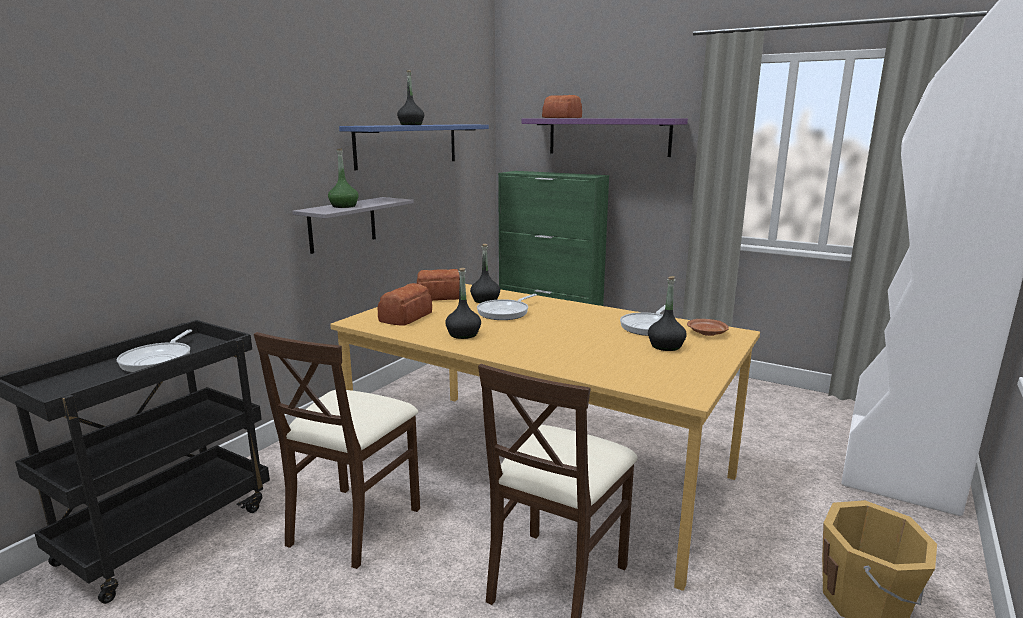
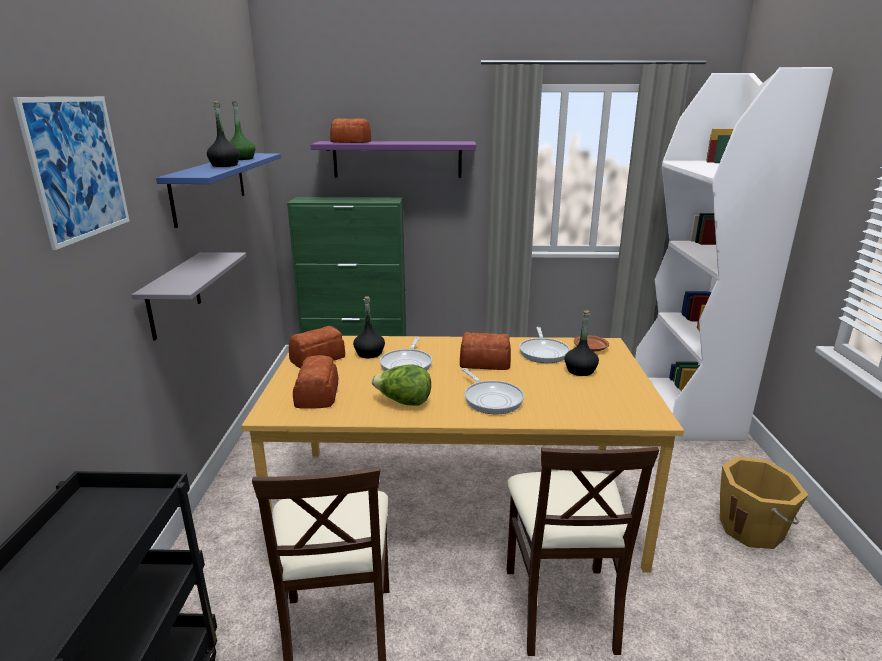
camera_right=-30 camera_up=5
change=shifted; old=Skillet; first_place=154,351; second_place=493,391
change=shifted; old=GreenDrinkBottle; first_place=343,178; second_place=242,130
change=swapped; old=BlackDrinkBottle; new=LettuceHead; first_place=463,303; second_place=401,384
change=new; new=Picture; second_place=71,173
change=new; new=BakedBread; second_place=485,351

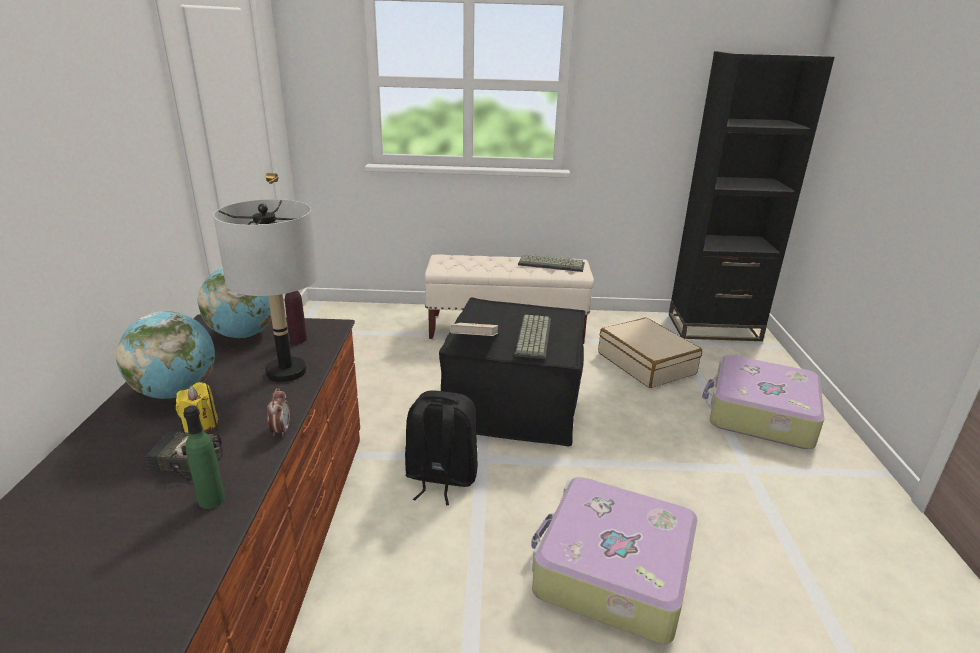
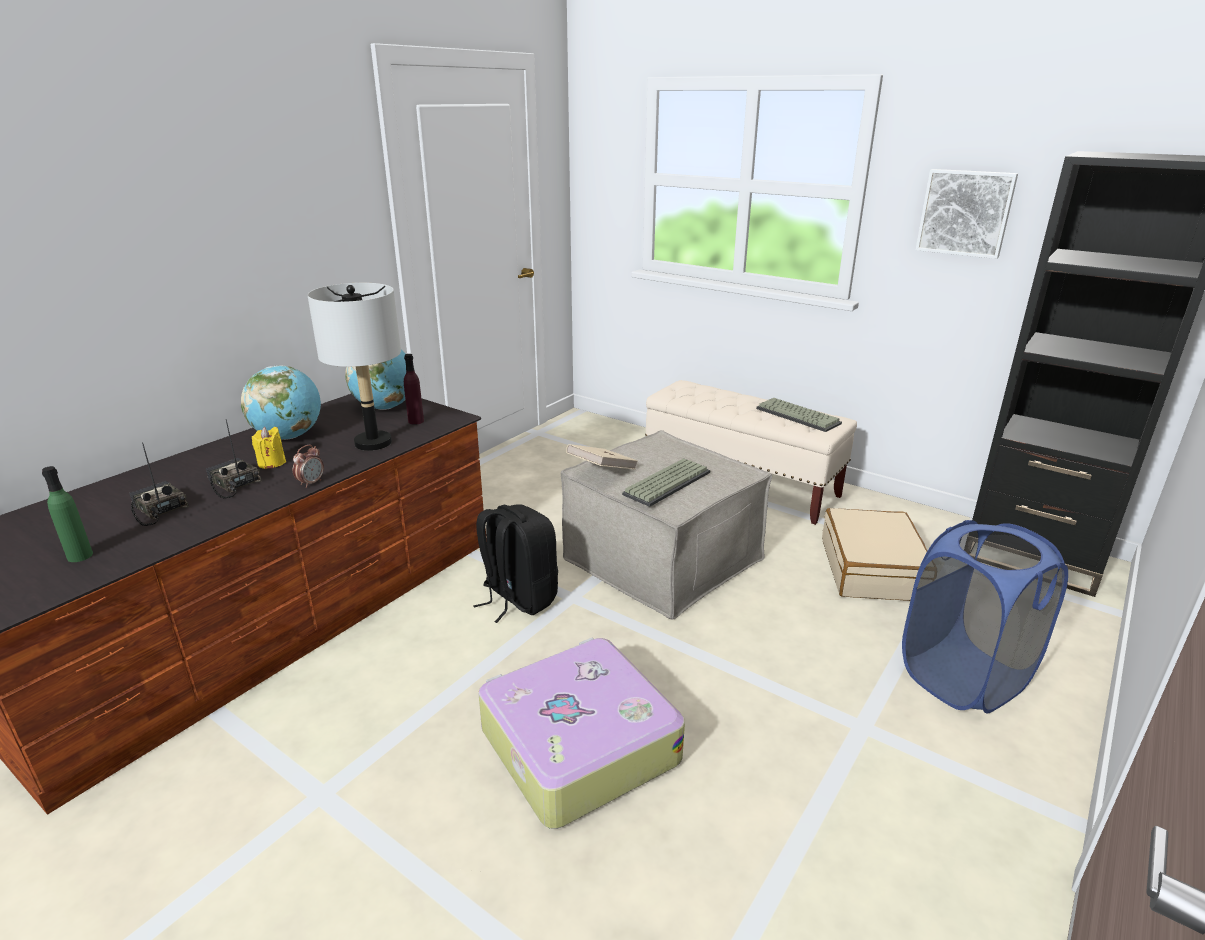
camera_right=35 camera_up=0
change=shifted; old=GreenDrinkBottle; first_place=204,457; second_place=67,514
change=repainted; old=BlackPouffe; new=BeigeColouredPouffe; first_place=512,371; second_place=666,524
change=swapped; old=PieceOfLuggage; new=BlueWashingBasket; first_place=763,402; second_place=985,617
change=new; new=RadioReceiver; second_place=159,484
change=new; new=Picture; second_place=966,214

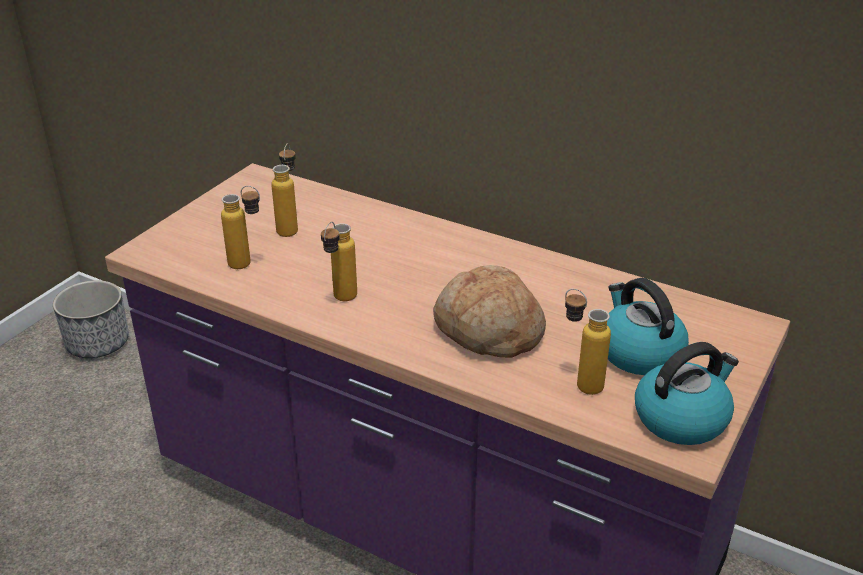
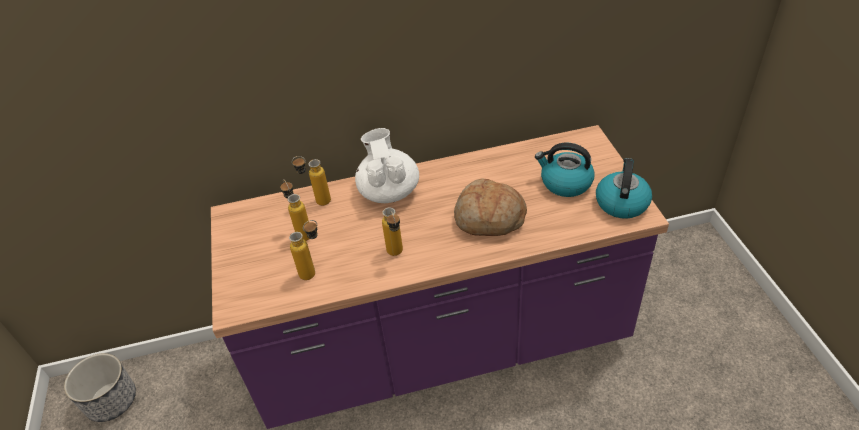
camera_right=-40 camera_up=10
change=shifted; old=DrinkBottle; first_place=588,341; second_place=311,181
change=new; new=WhitePotForTea; second_place=387,165

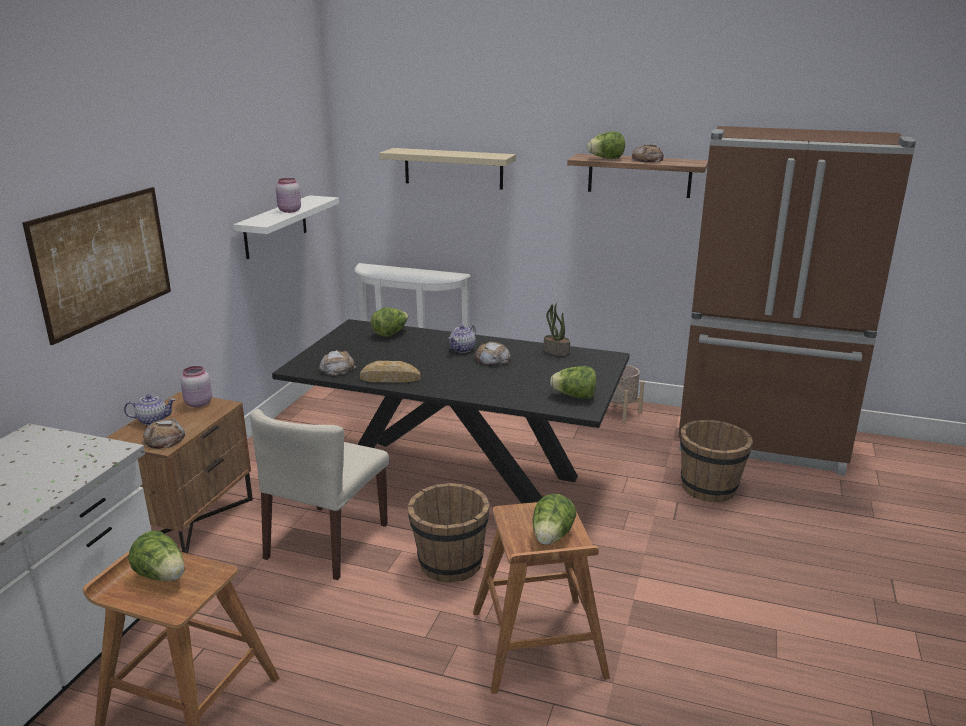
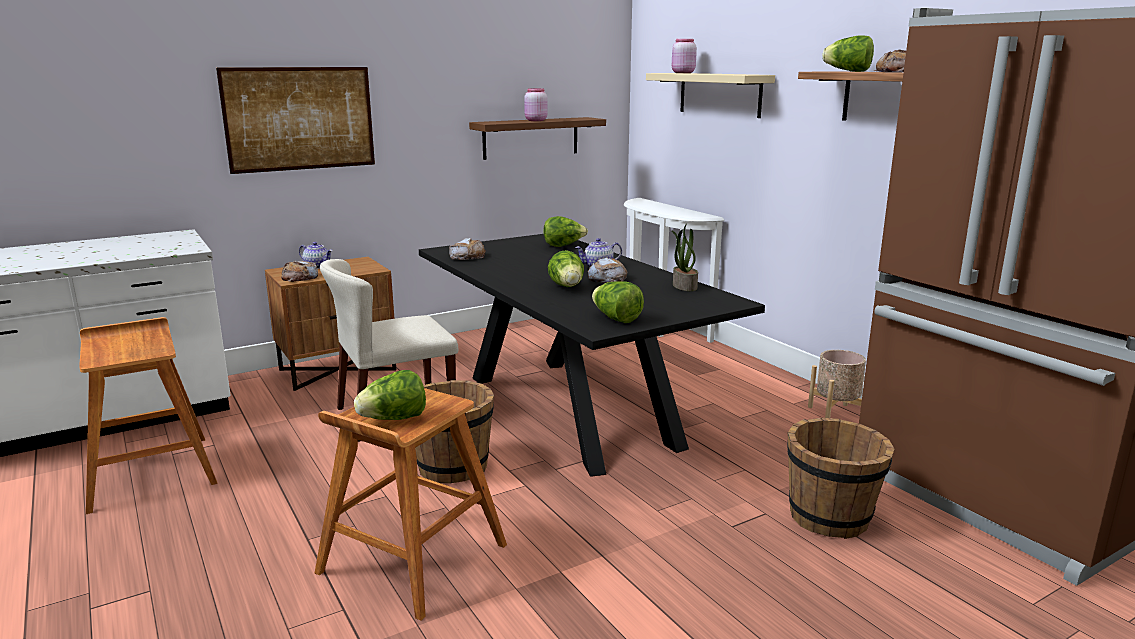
camera_right=40 camera_up=-5
change=shifted; old=LettuceHead; first_place=156,555; second_place=566,268
change=shifted; old=PinkStorageJar; first_place=196,386; second_place=684,56
change=repainted; old=WhiteBracketShelf; new=BrownishBracketShelf; first_place=286,227; second_place=537,138
change=gone; old=BakedBread; first_place=390,372

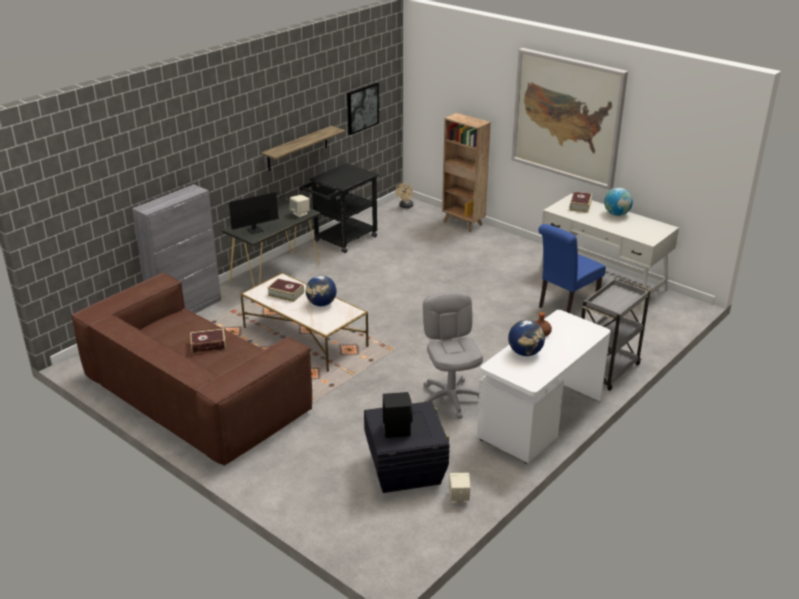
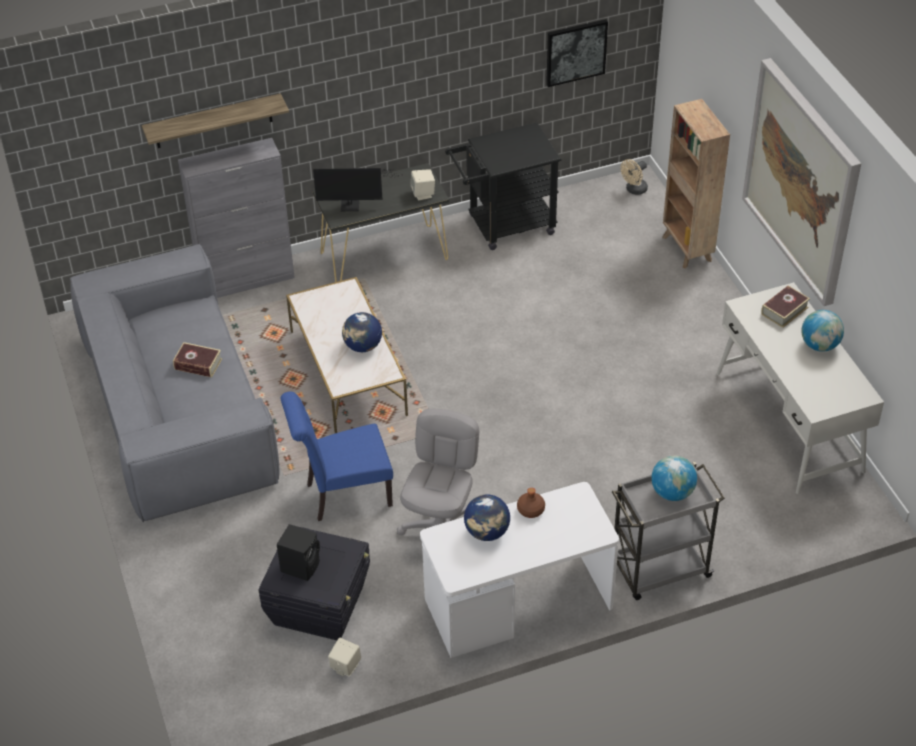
camera_right=30 camera_up=15
change=repainted; old=BrownishCouch; new=GrayCouch; first_place=191,369; second_place=174,383
change=shifted; old=BracketShelf; first_place=303,148; second_place=215,120
change=gone; old=Volume; first_place=285,290
change=shifted; old=BlueUprightChair; first_place=572,268; second_place=336,456
change=new; new=WorldGlobe; second_place=674,478

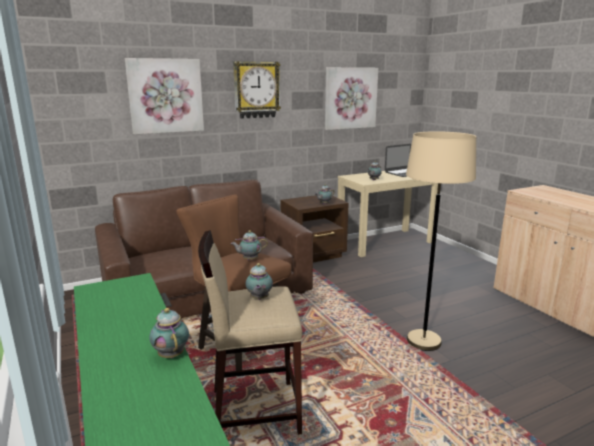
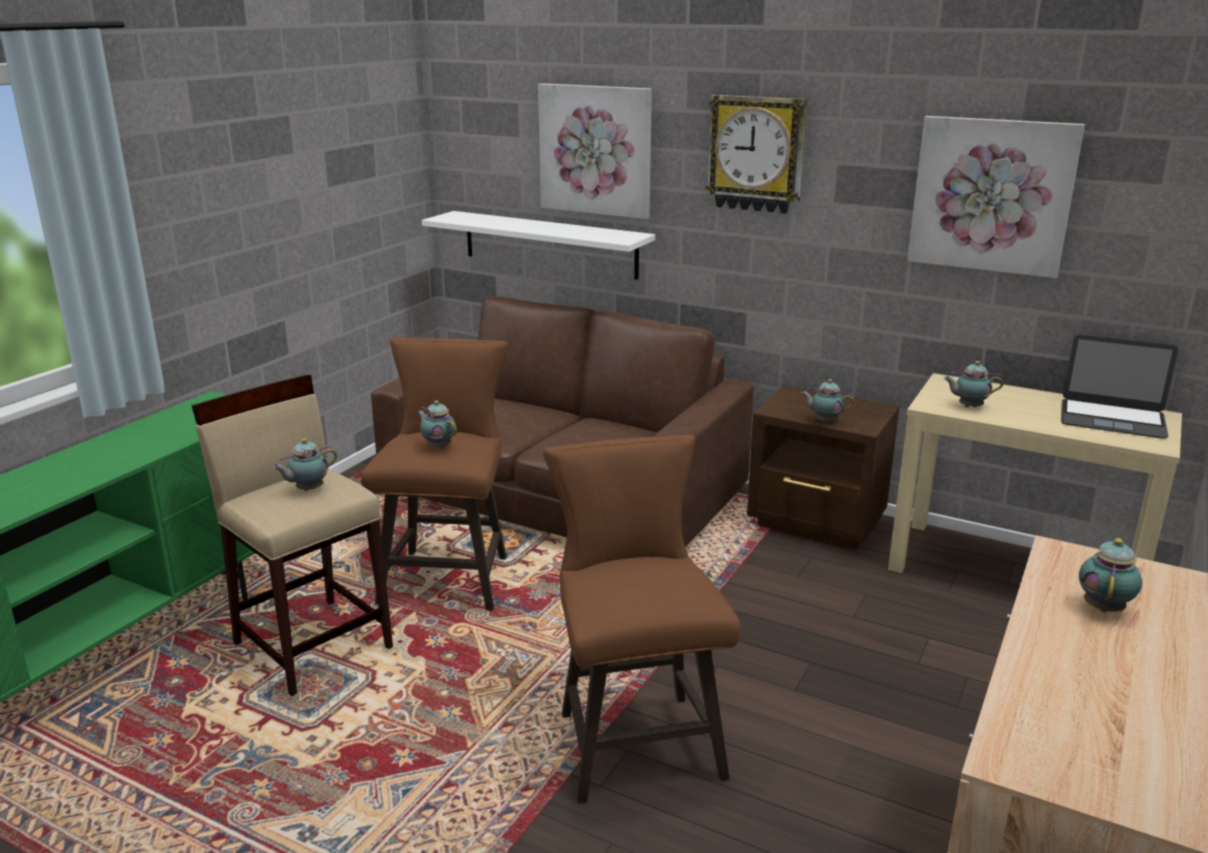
camera_right=55 camera_up=5
change=shifted; old=PotForTea; first_place=169,333; second_place=1110,575
change=swapped; old=BeigeColouredFloorLamp; new=BrownishStool; first_place=441,241; second_place=641,619
change=new; new=WhiteBracketShelf; second_place=538,245

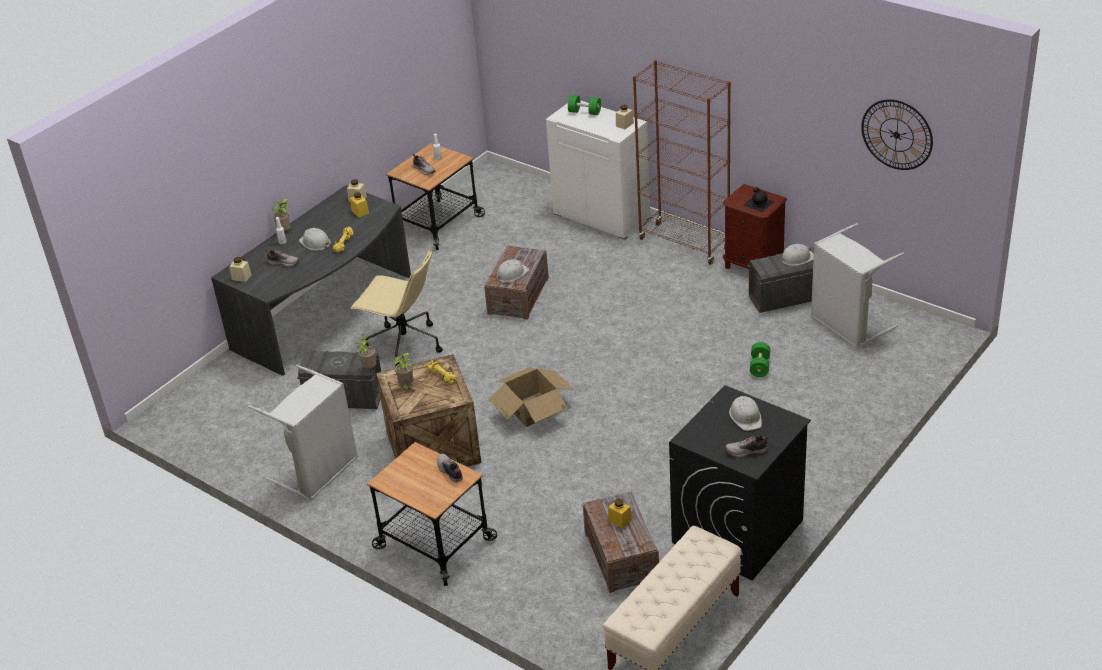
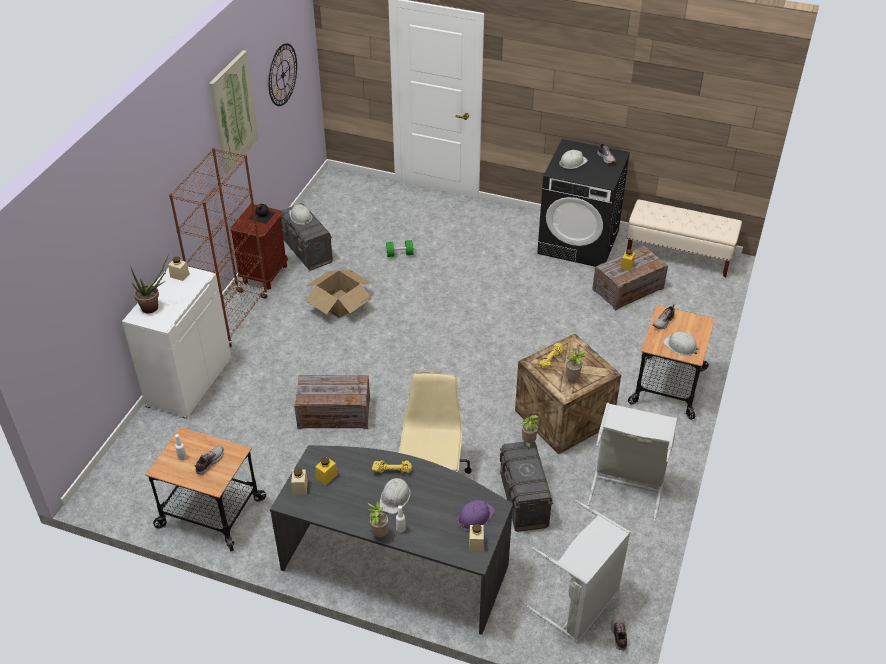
camera_right=-110 camera_up=5
change=shifted; old=Shoe; first_place=282,258; second_place=618,631
change=shifted; old=CardboardBox; first_place=531,397; second_place=338,294
change=shifted; old=WhiteHardHat; first_place=513,270; second_place=681,344
change=swapped; old=GreenDumbbell; new=PottedPlant; first_place=584,105; second_place=149,284
change=shifted; old=GrayWashingBasket; first_place=857,286; second_place=578,571
change=new; new=Picture; second_place=234,112
change=new; new=PurplishHardHat; second_place=476,515

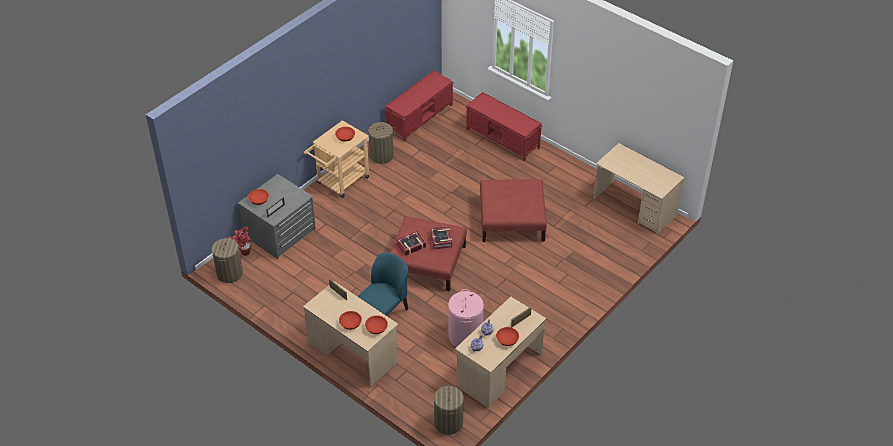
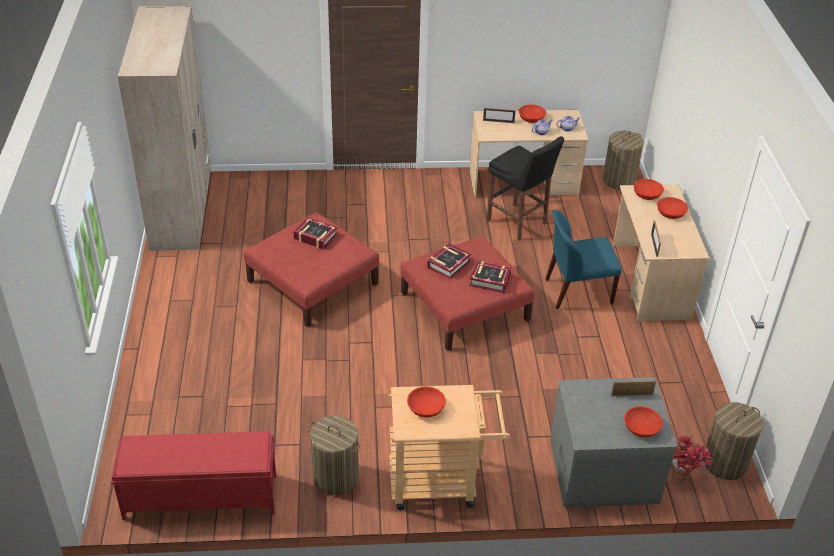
camera_right=-135 camera_up=-5
change=swapped; old=PinkWashingBasket; new=BlackStool; first_place=466,318; second_place=525,188
change=gone; old=ReddishIndoorBench; first_place=504,126
change=swapped; old=BeigeColouredDesk; new=BeigeColouredWardrobe; first_place=639,188; second_place=164,128
change=new; new=Volume; second_place=316,233

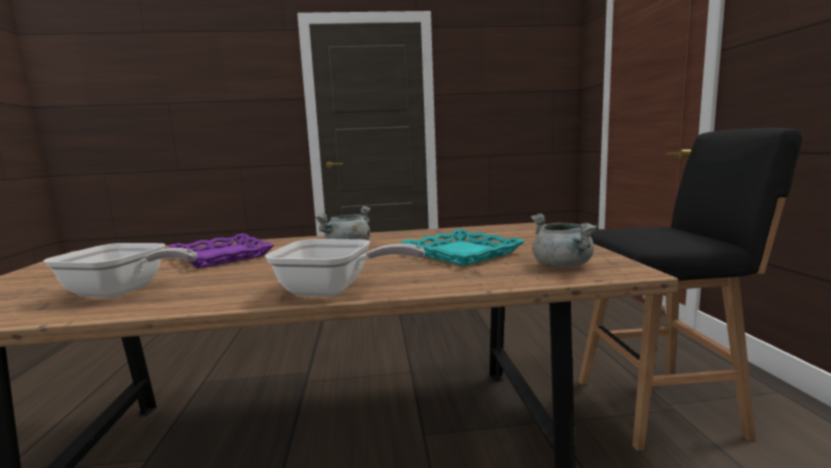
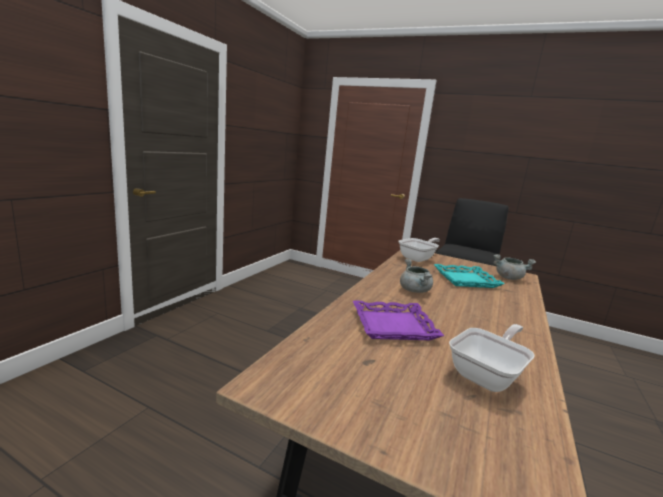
camera_right=-60 camera_up=5
change=shifted; old=Skillet; first_place=345,268; second_place=419,250

